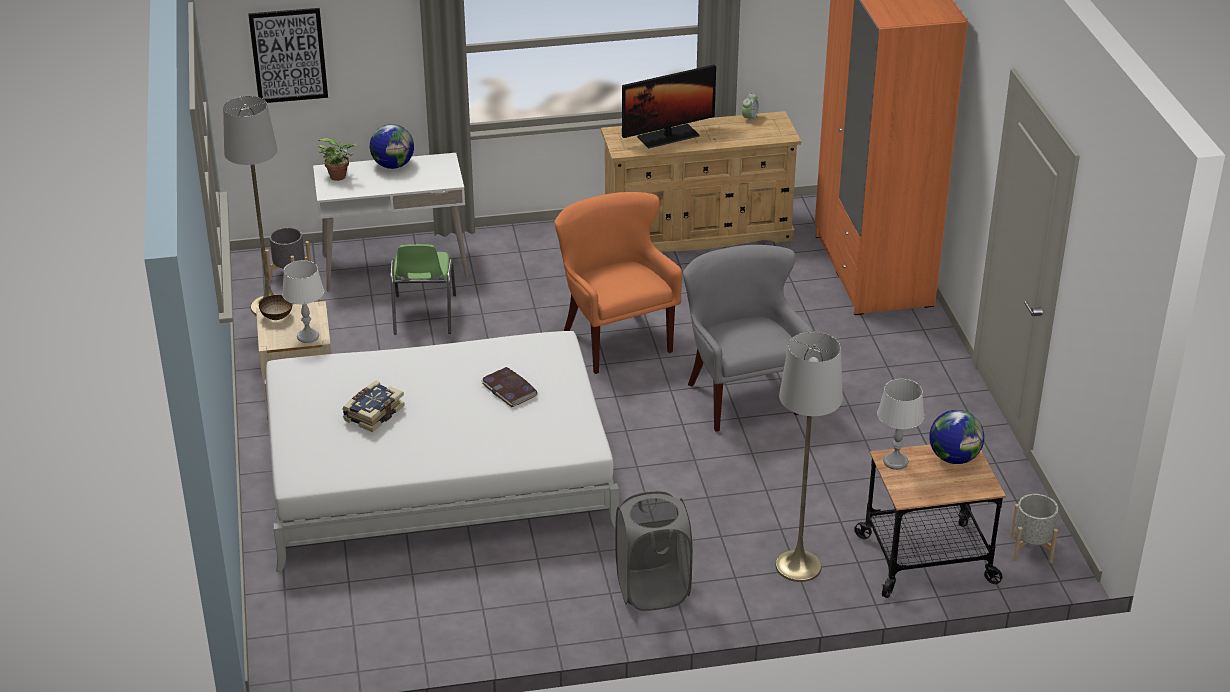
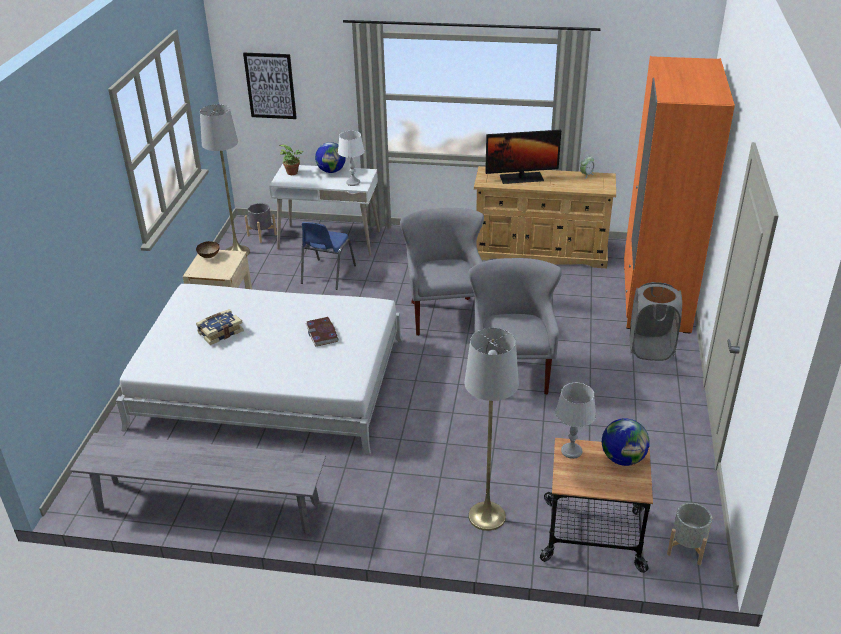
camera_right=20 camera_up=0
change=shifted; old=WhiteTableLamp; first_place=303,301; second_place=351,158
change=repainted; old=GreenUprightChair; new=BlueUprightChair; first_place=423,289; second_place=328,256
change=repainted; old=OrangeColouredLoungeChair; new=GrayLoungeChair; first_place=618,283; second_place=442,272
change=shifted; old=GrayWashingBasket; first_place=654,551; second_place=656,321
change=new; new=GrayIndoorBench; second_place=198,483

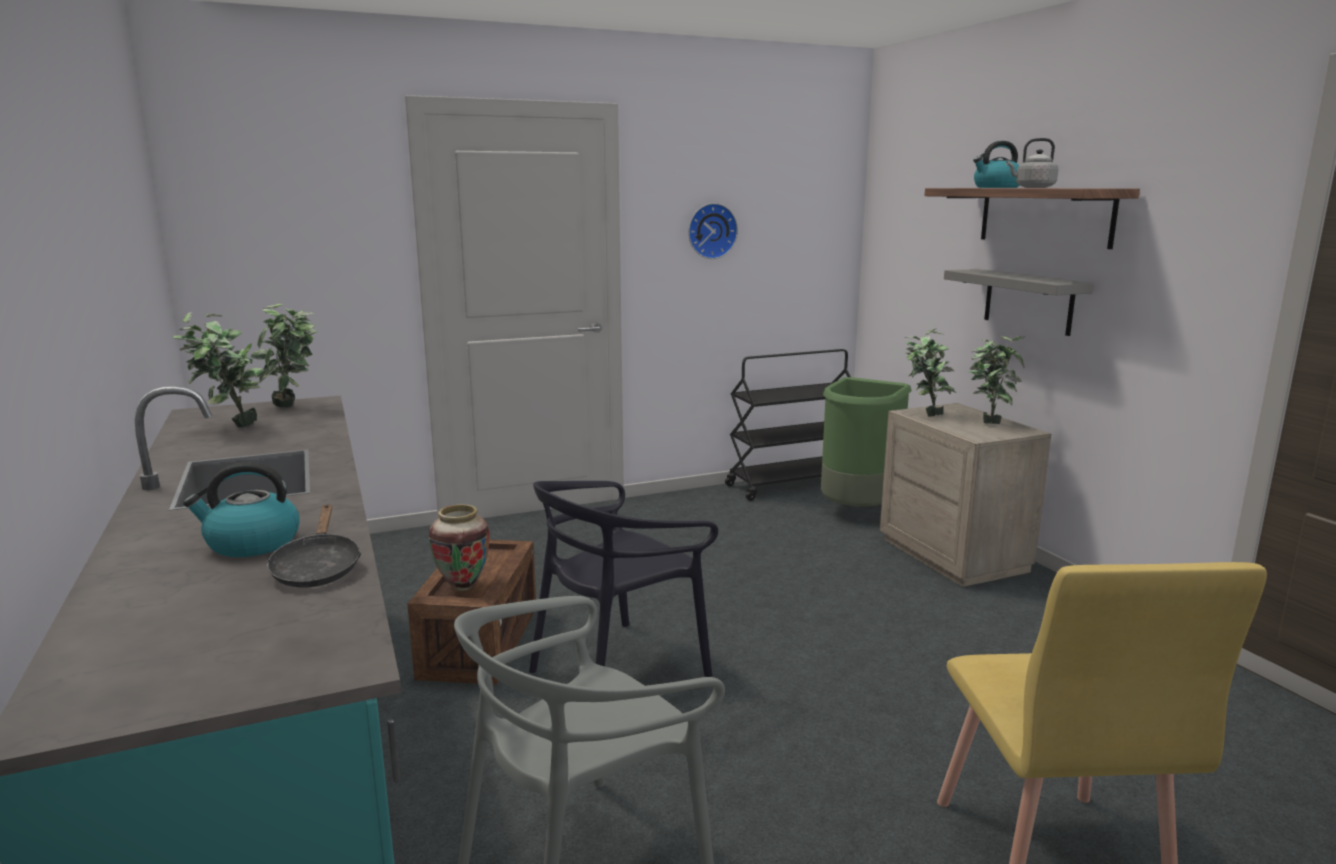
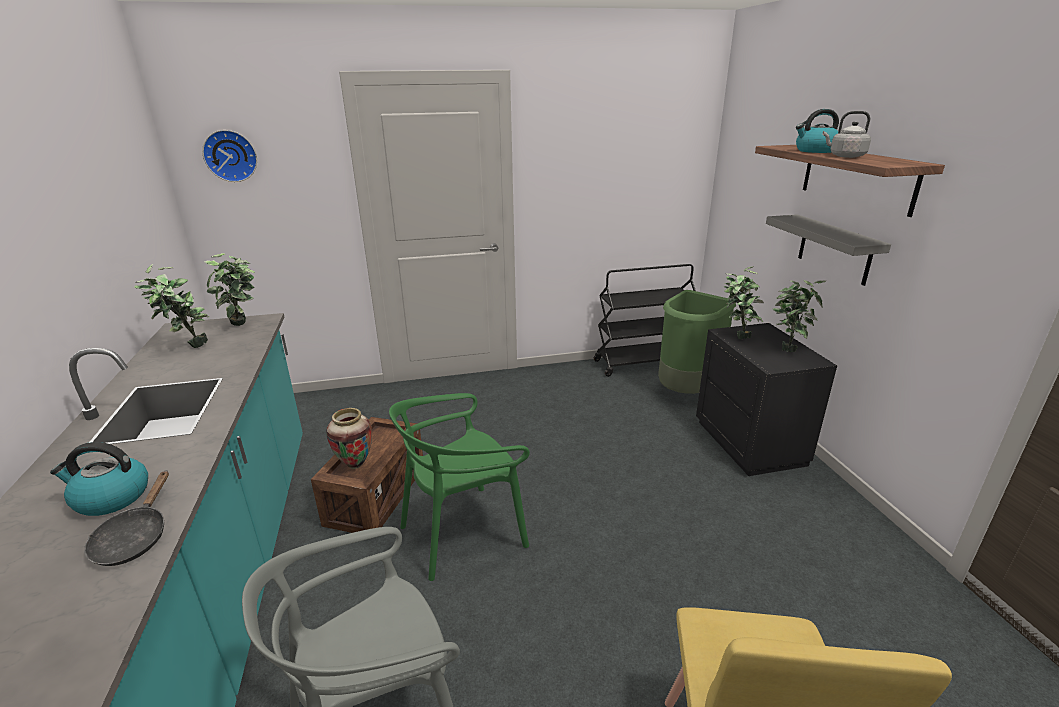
camera_right=10 camera_up=10
change=repainted; old=BlackUprightChair; new=GreenUprightChair; first_place=623,579; second_place=459,487
change=shifted; old=HangingClock; first_place=713,231; second_place=229,156
change=repainted; old=BeigeColouredBedsideTable; new=BlackBedsideTable; first_place=965,495; second_place=766,399

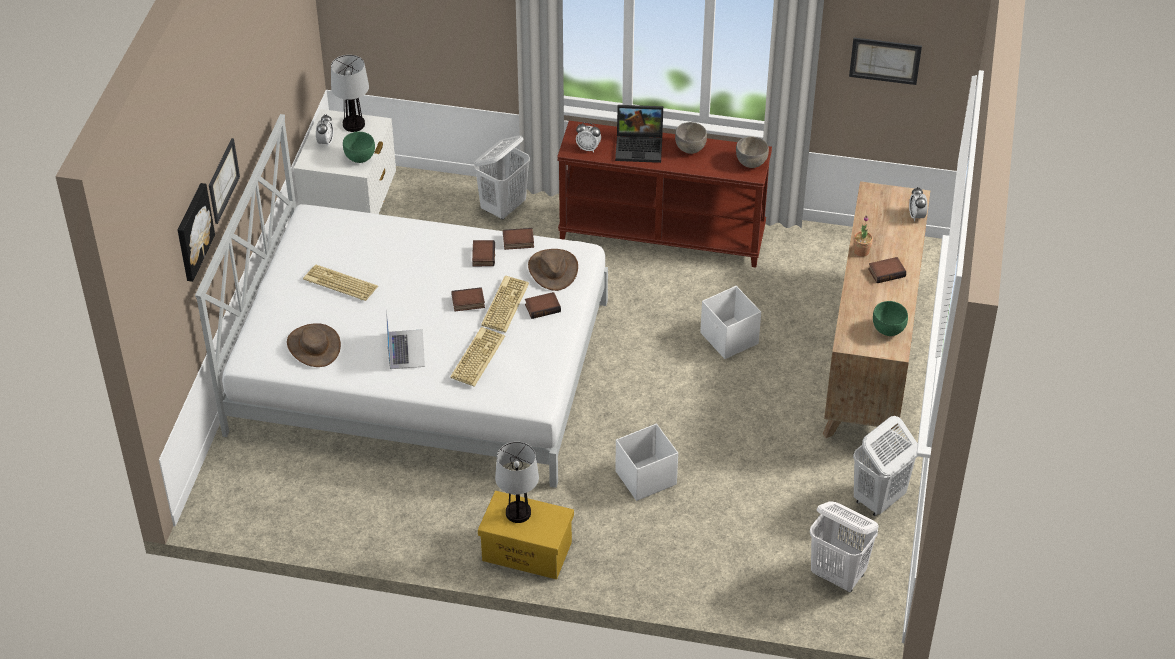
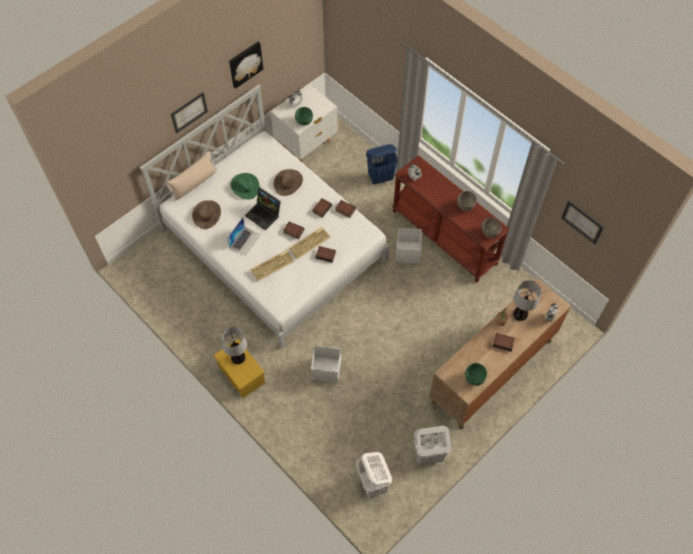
camera_right=35 camera_up=15
change=shifted; old=Picture; first_place=196,232; second_place=246,65
change=swapped; old=ComputerKeyboard; new=GreenHat; first_place=340,282; second_place=245,186
change=shifted; old=TableLamp; first_place=350,93; second_place=527,300
change=repainted; old=WhiteWashingBasket; new=BlueWashingBasket; first_place=502,177; second_place=382,164
change=shifted; old=BrownishHat; first_place=553,270; second_place=288,182
change=shifted; old=PortableComputer; first_place=639,134; second_place=263,209
change=shifted; old=WhiteStorageBox; first_place=730,322; second_place=409,245
change=new; new=BeigeColouredThrowPillow; second_place=191,176

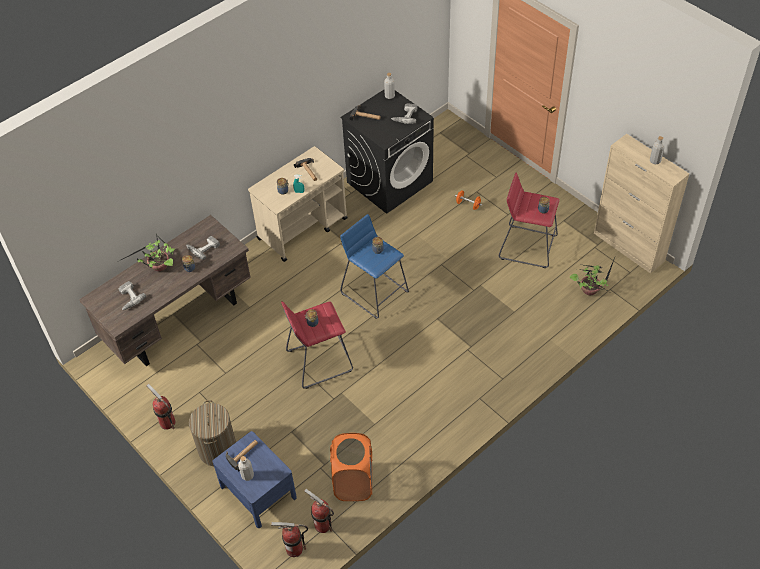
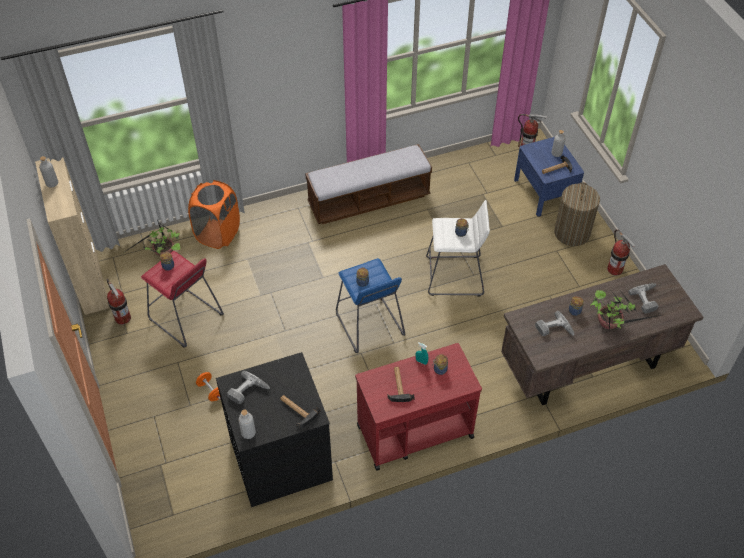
camera_right=-160 camera_up=0
change=repainted; old=BeigeColouredTrolley; new=ReddishTrolley; first_place=298,204; second_place=418,407
change=repainted; old=ReddishStool; new=WhiteStool; first_place=317,345; second_place=458,248
change=shifted; old=Extinguisher; first_place=319,511; second_place=118,302
change=shifted; old=OrangeColouredWashingBasket; first_place=351,467; second_place=214,214
change=new; new=IndoorBench; second_place=368,184

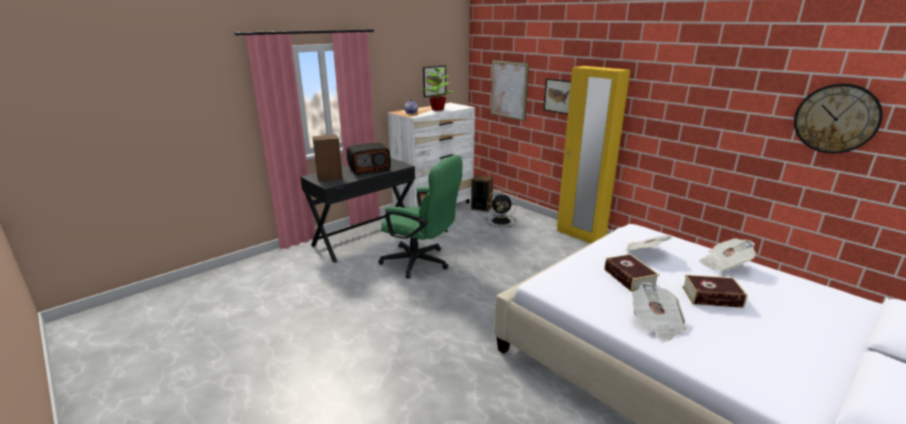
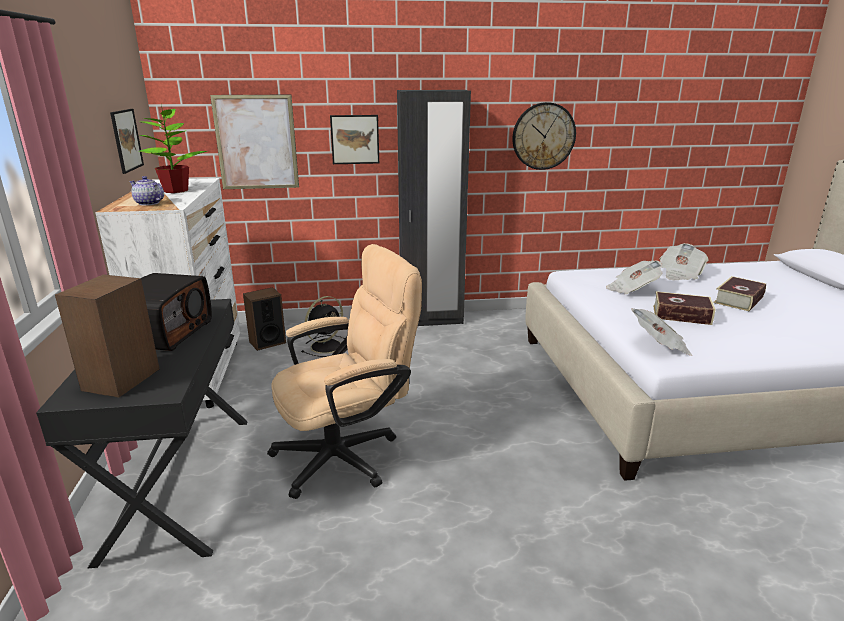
camera_right=-55 camera_up=0
change=repainted; old=GreenComputerChair; new=BeigeColouredComputerChair; first_place=420,217; second_place=344,371
change=repainted; old=YellowishWardrobe; new=BlackWardrobe; first_place=593,155; second_place=434,208
change=shifted; old=Newspaper; first_place=659,312; second_place=661,332
change=shifted; old=HangingClock; first_place=838,118; second_place=544,136

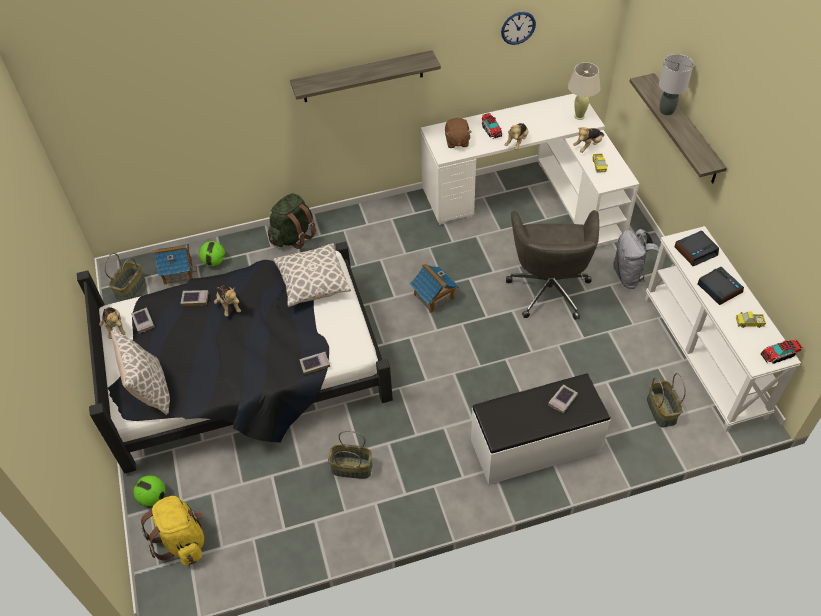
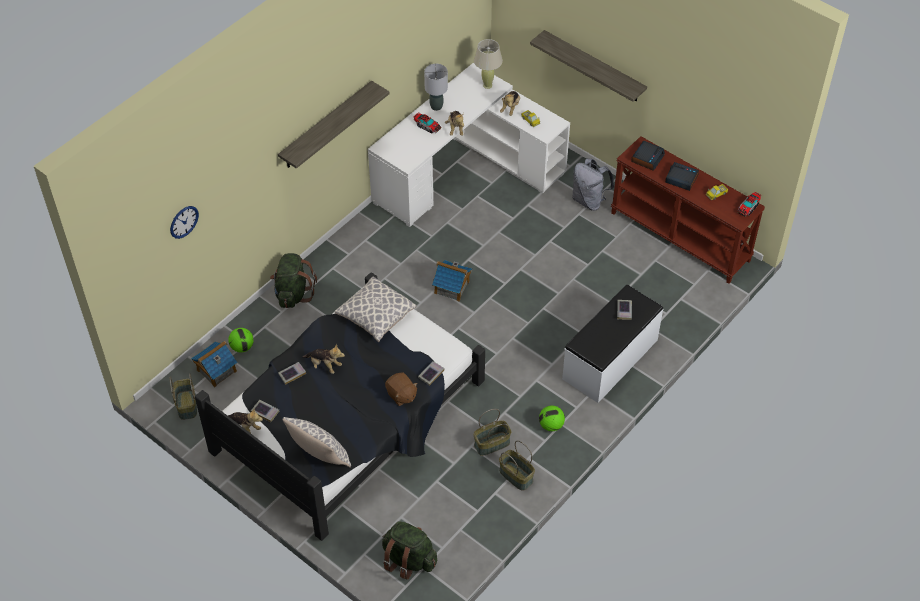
camera_right=-35 camera_up=0
change=shifted; old=FootballBall; first_place=149,491; second_place=552,418
change=repainted; old=YellowishBackpack; new=GreenBackpack; first_place=172,531; second_place=409,550
change=shifted; old=BrownishPlushToy; first_place=458,133; second_place=401,389
change=shifted; old=HangingClock; first_place=518,28; second_place=184,222
change=gone; old=GrayComputerChair; first_place=552,265
change=repainted; old=WhiteHallTable; new=BrownishHallTable; first_place=723,329; second_place=688,210
change=shifted; old=HouseholdBasket; first_place=666,400; second_place=517,465
change=shifted; old=GrayTableLamp; first_place=676,84; second_place=436,87

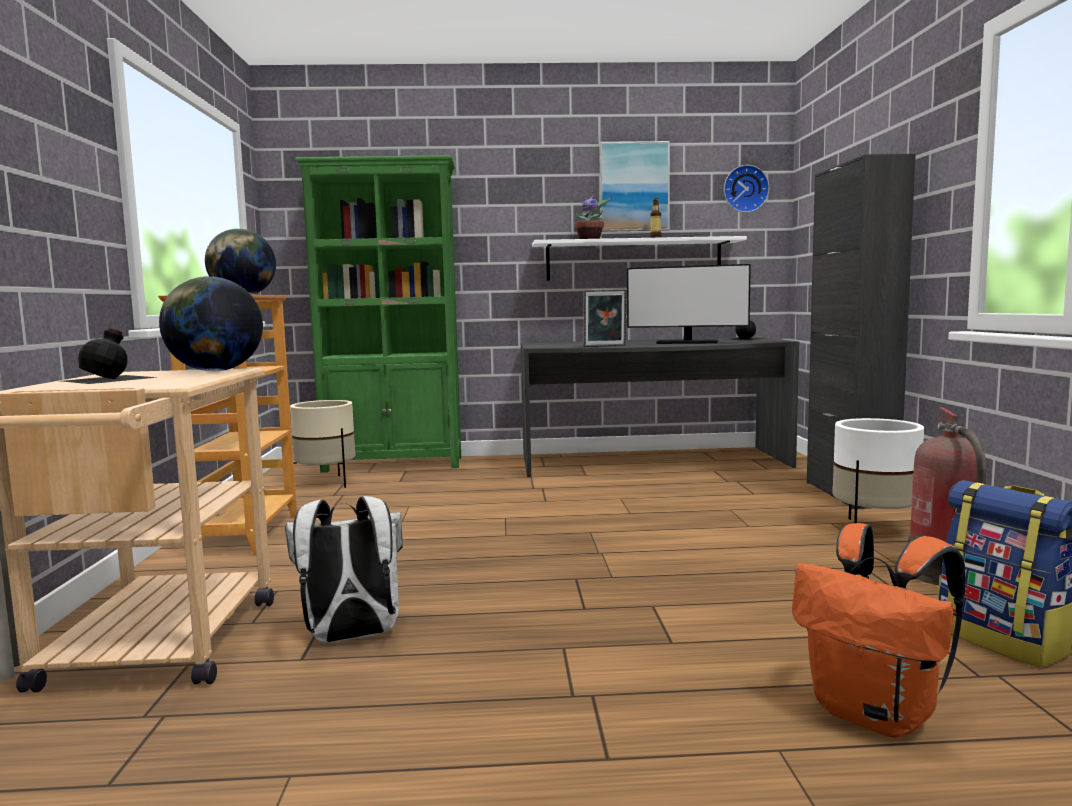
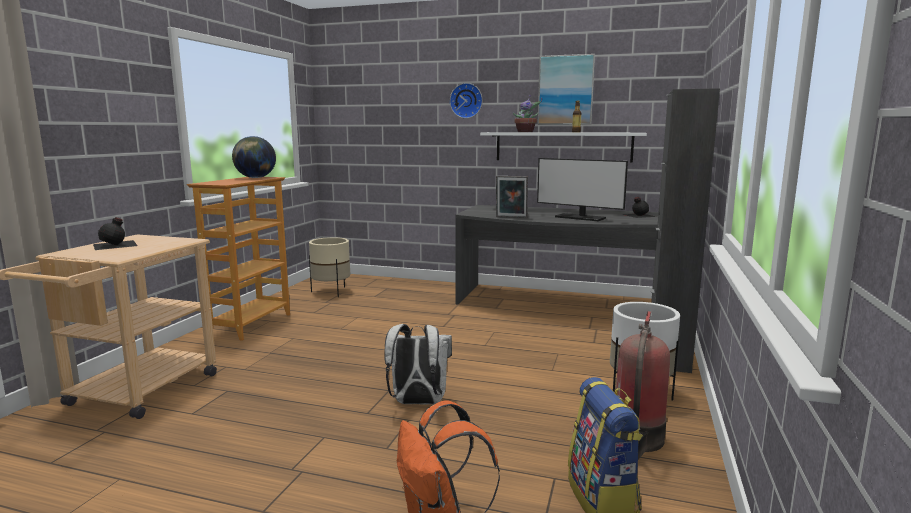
camera_right=20 camera_up=5
change=gone; old=WorldGlobe; first_place=211,324
change=shifted; old=WhiteBackpack; first_place=344,569; second_place=418,364
change=gone; old=GreenShelvingUnit; first_place=378,314
change=shifted; old=HangingClock; first_place=746,189; second_place=466,101

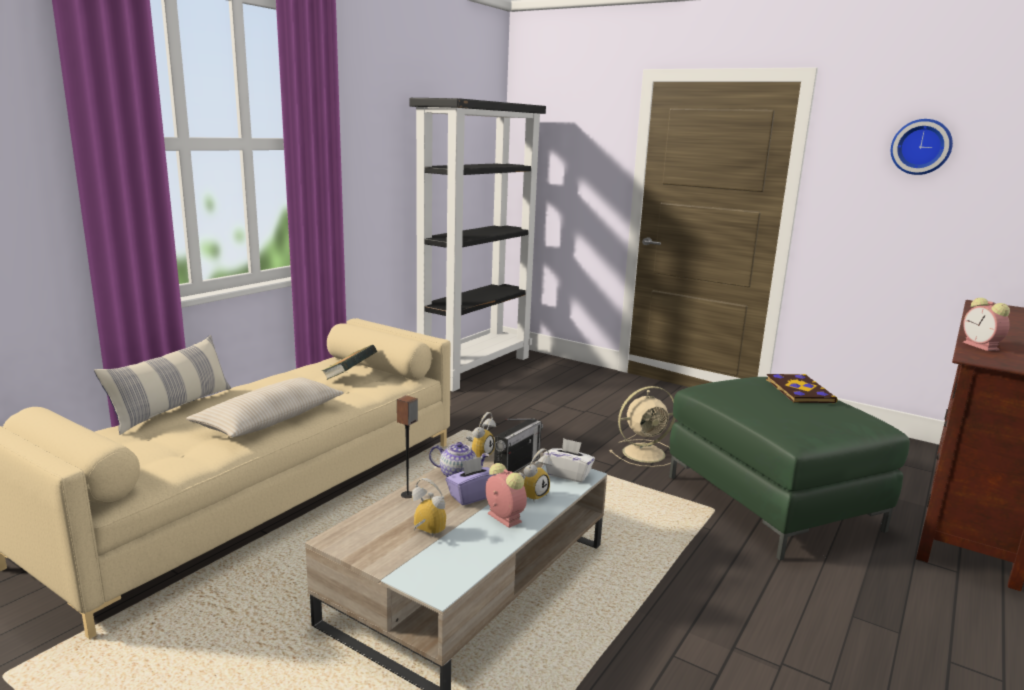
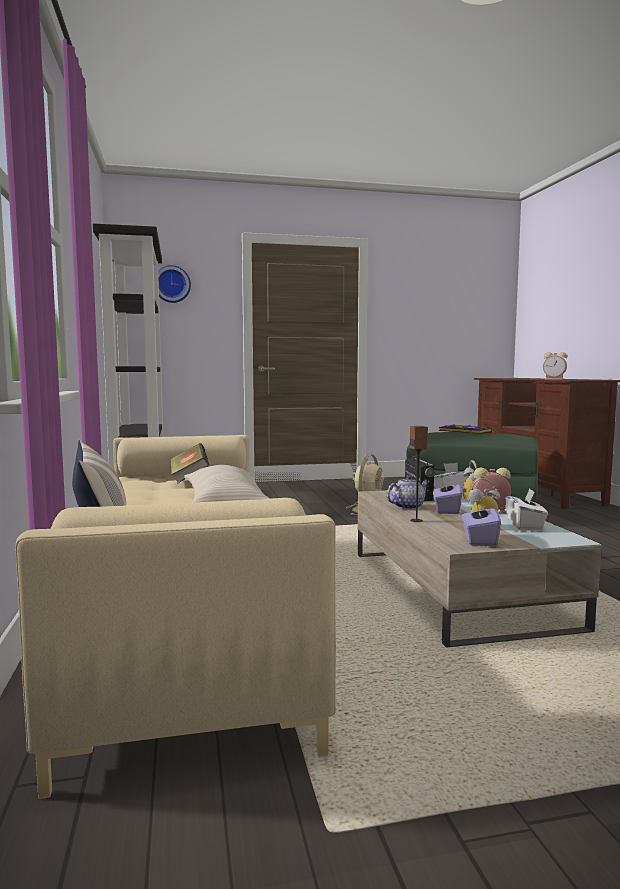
camera_right=-45 camera_up=-10
change=gone; old=BedsideClock; first_place=481,435
change=shifted; old=HangingClock; first_place=922,147; second_place=174,284
change=new; new=PurplishBoxOfTissues; second_place=481,523
change=new; new=WhiteBoxOfTissues; second_place=526,509

